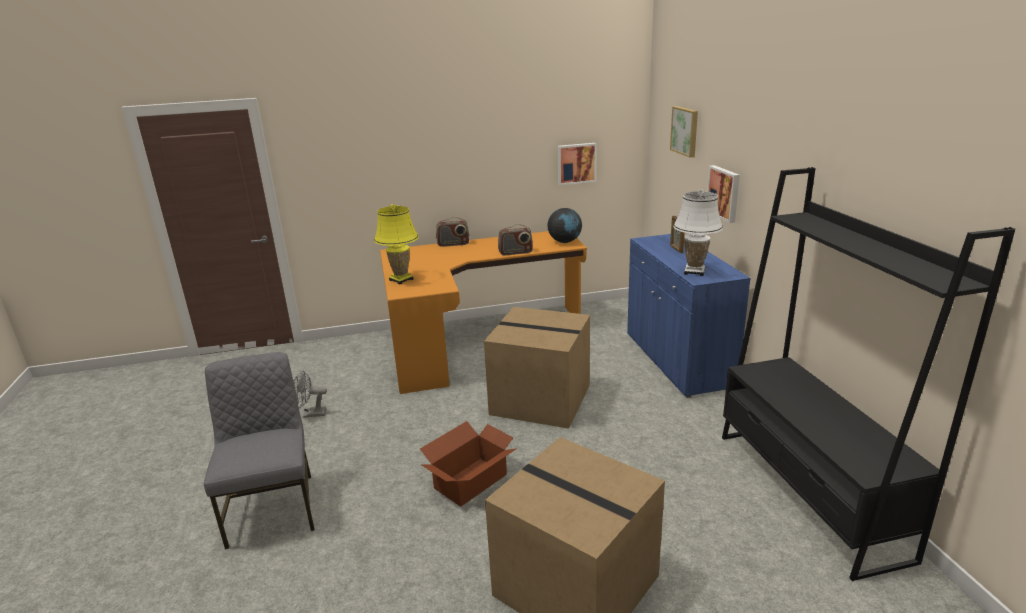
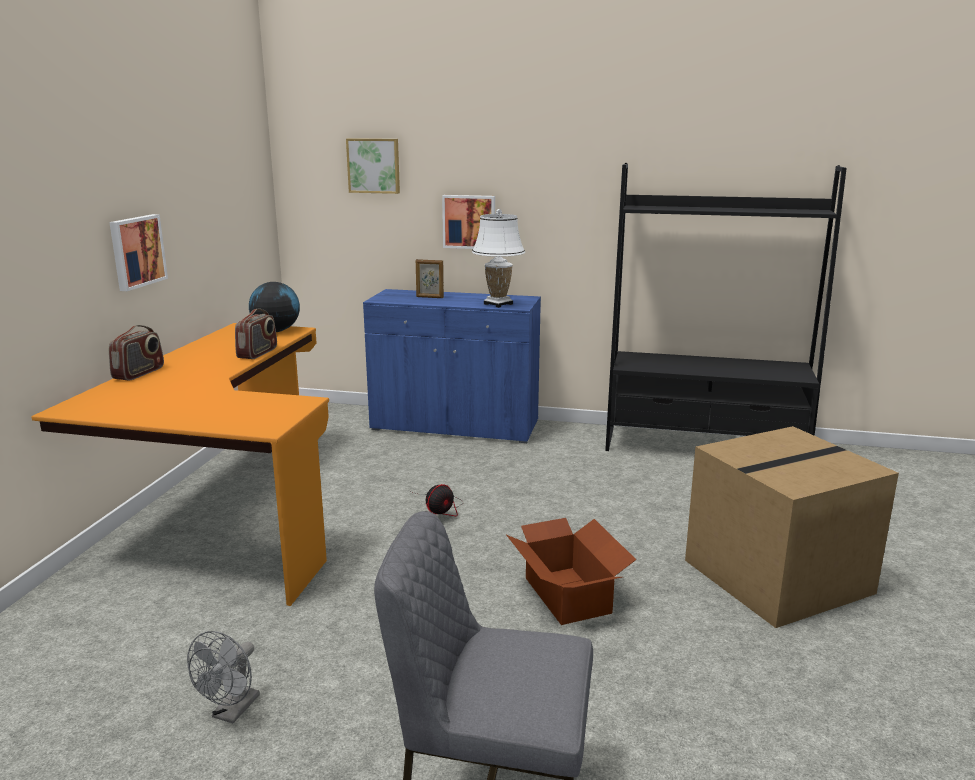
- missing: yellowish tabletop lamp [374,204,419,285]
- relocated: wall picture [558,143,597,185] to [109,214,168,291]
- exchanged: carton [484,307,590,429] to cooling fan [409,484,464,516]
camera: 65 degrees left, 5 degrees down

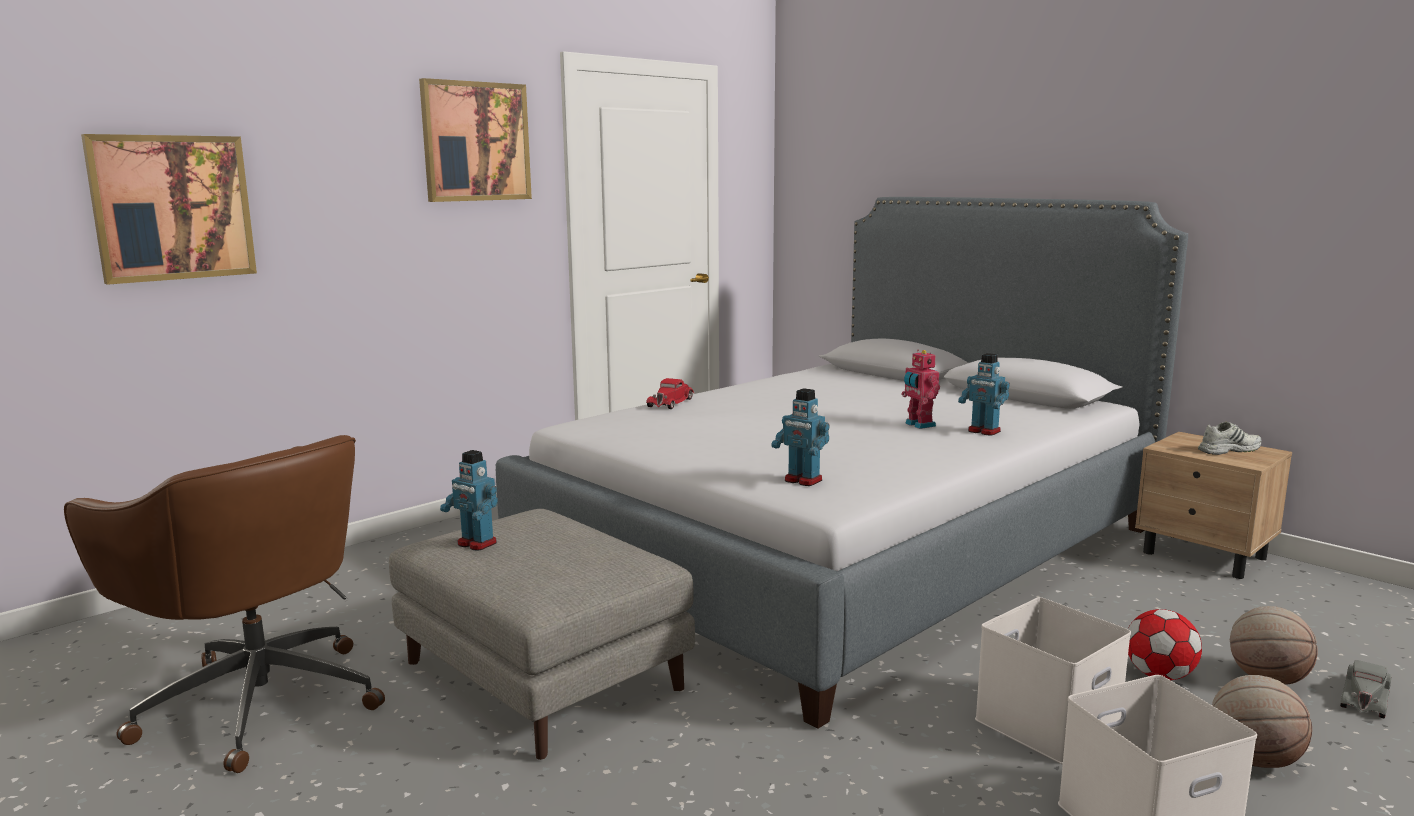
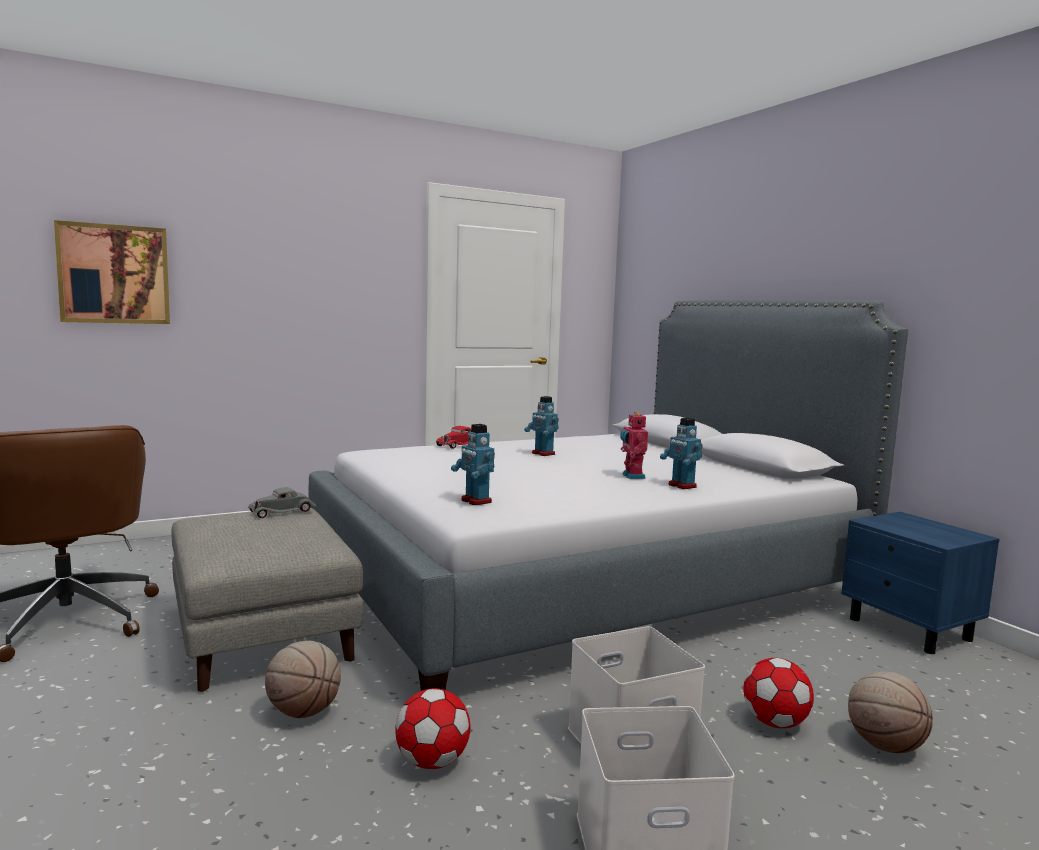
- missing: wall picture [419,78,532,202]
- missing: white low shoe [1198,422,1261,455]
- appeared: football [395,688,470,769]
- relocated: robot figure [440,450,498,551] to [524,396,559,456]
- relocated: ball for basketball [1212,675,1312,768] to [265,641,341,718]
- relocated: greyish model car [1340,660,1392,718] to [248,487,316,518]
- colour: beige-coloured nightstand [1135,432,1292,579] to bluish nightstand [841,512,1000,654]
camera: 15 degrees right, 5 degrees down

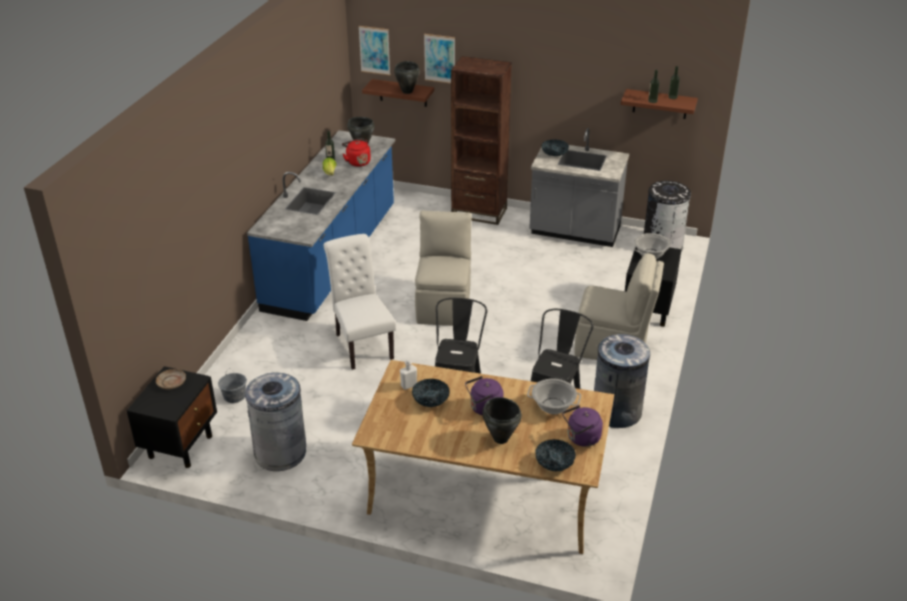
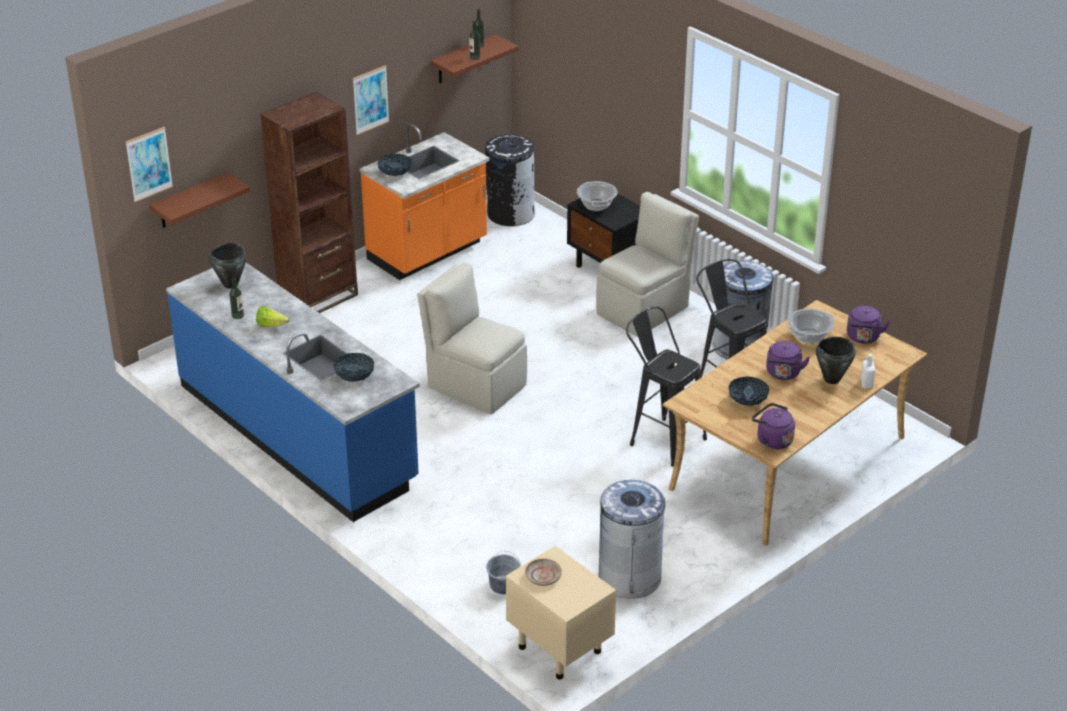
- missing: white chair [324,234,396,370]
- missing: red tea kettle [342,138,371,167]
- missing: blackish stockpot [394,61,420,94]
- appeared: purplish tea kettle [752,403,795,449]
- relocated: white drink bottle [400,359,417,390] to [861,354,875,388]
- relocated: wall picture [424,34,455,84] to [353,65,389,135]
- relocated: bowl [535,439,576,471] to [333,353,374,382]
- colour: blackish nightstand [126,366,217,468] to beige-coloured nightstand [506,546,616,680]
- colour: greyish kitchen base unit [529,128,629,247] to orangey kitchen base unit [360,124,490,280]
camera: 60 degrees left, 0 degrees up

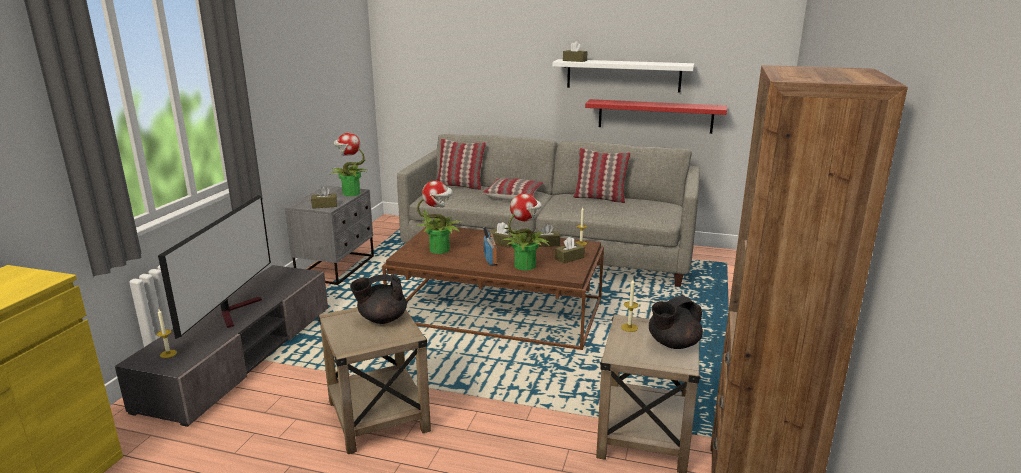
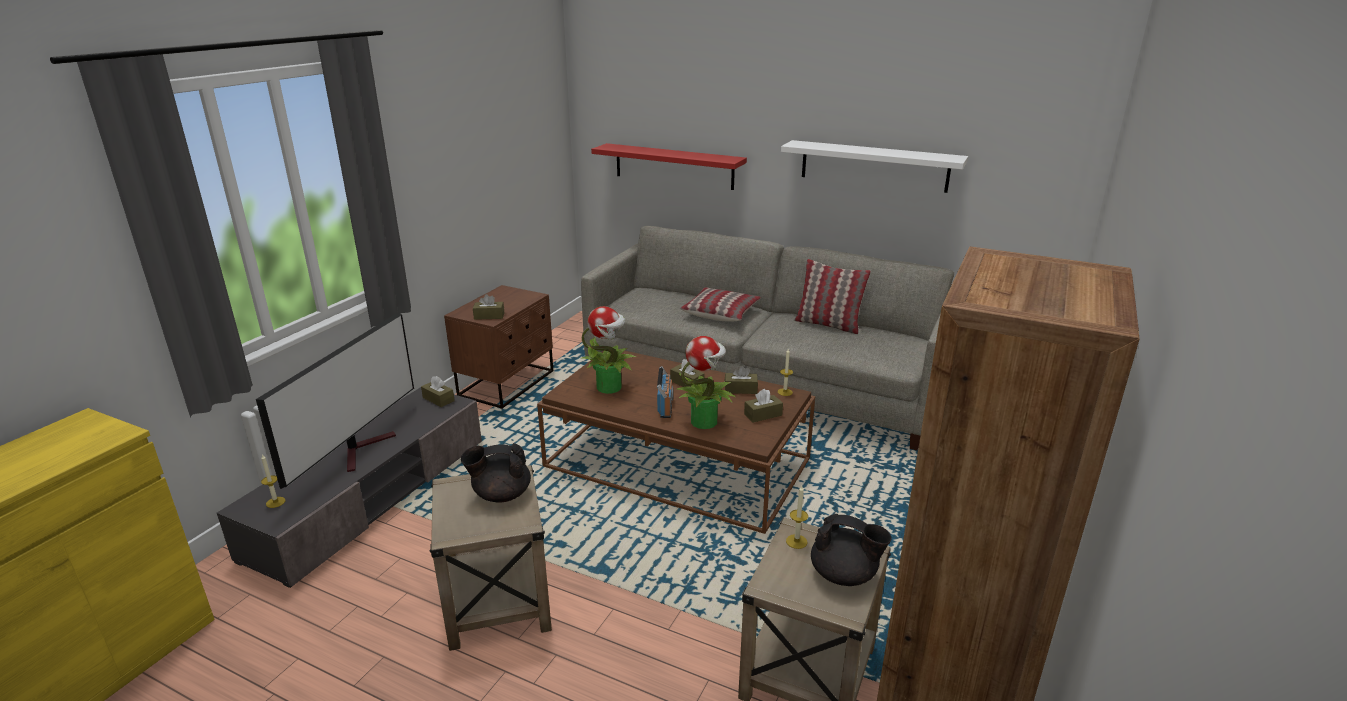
- missing: potted plant [329,133,369,196]
- missing: throw pillow [437,139,486,190]
- relocated: brownish box of tissues [563,42,588,62] to [421,376,455,407]
- relocated: red shelf [585,99,727,134] to [591,143,747,190]
- colour: greyish nightstand [285,186,374,285] to brownish nightstand [444,285,553,409]
- spun: blackish pot for tea [649,295,703,349] = [811,514,891,586] 135 degrees counterclockwise
camera: 10 degrees right, 5 degrees up

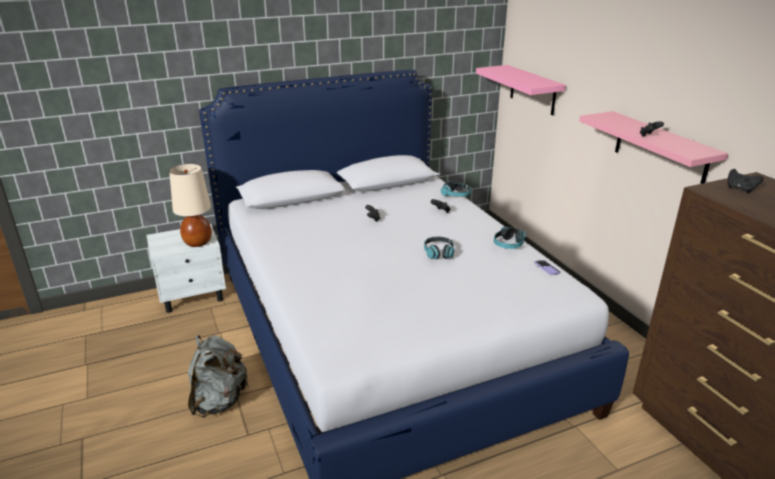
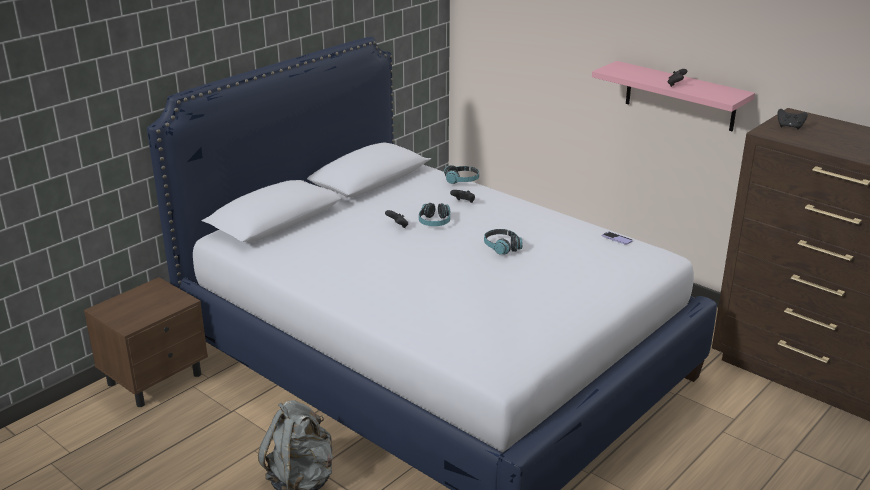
- missing: beige-coloured tabletop lamp [169,164,212,247]
- missing: pink-coloured shelf [476,65,566,115]
- relocated: headphones [494,227,526,249] to [419,203,450,226]
- colour: white nightstand [146,224,226,313] to brownish nightstand [84,277,208,407]
camera: 25 degrees left, 0 degrees up

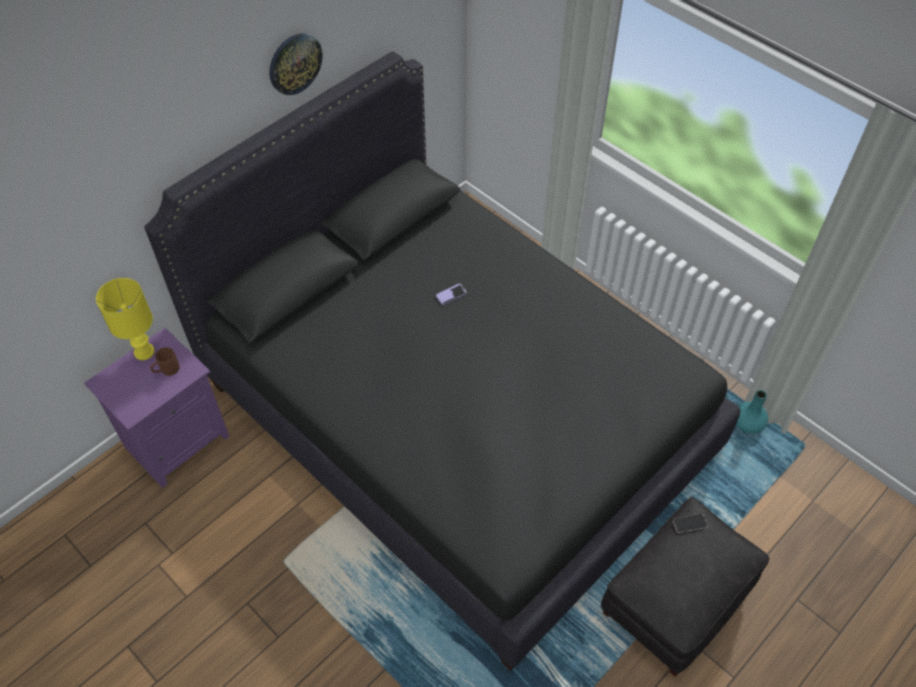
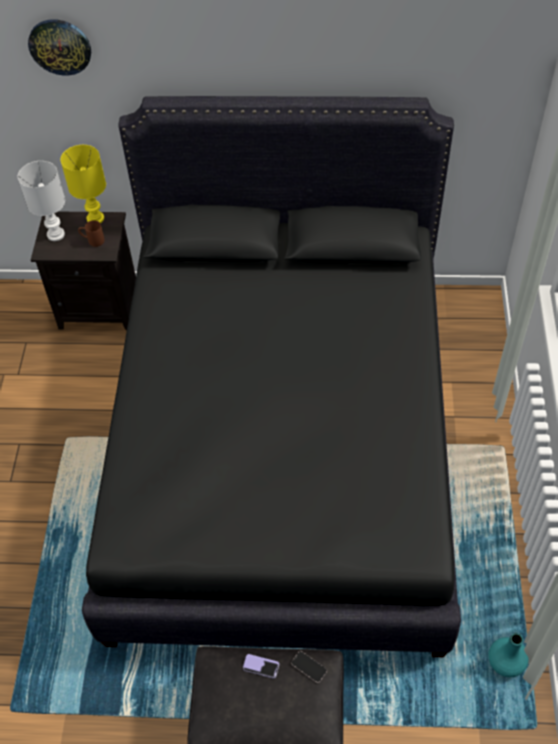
- appeared: white tabletop lamp [18,161,65,241]
- relocated: clock on the wall [269,33,323,95] to [28,19,91,76]
- relocated: handset [436,284,467,305] to [243,654,279,679]
- colour: purplish nightstand [84,328,230,488] to blackish nightstand [31,212,136,330]
camera: 50 degrees right, 0 degrees up

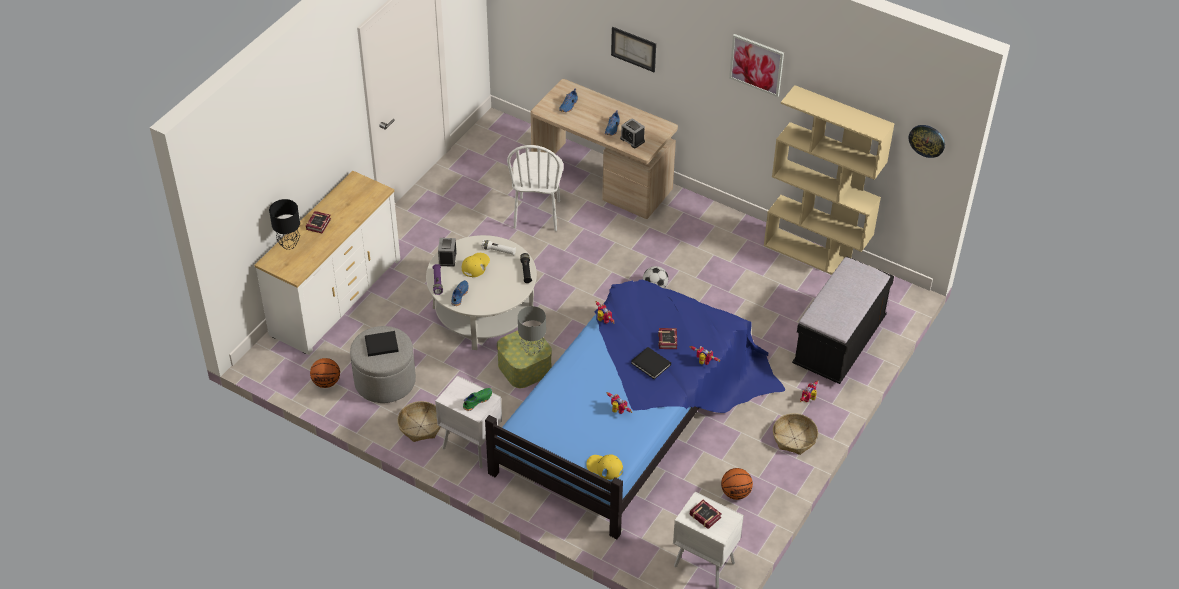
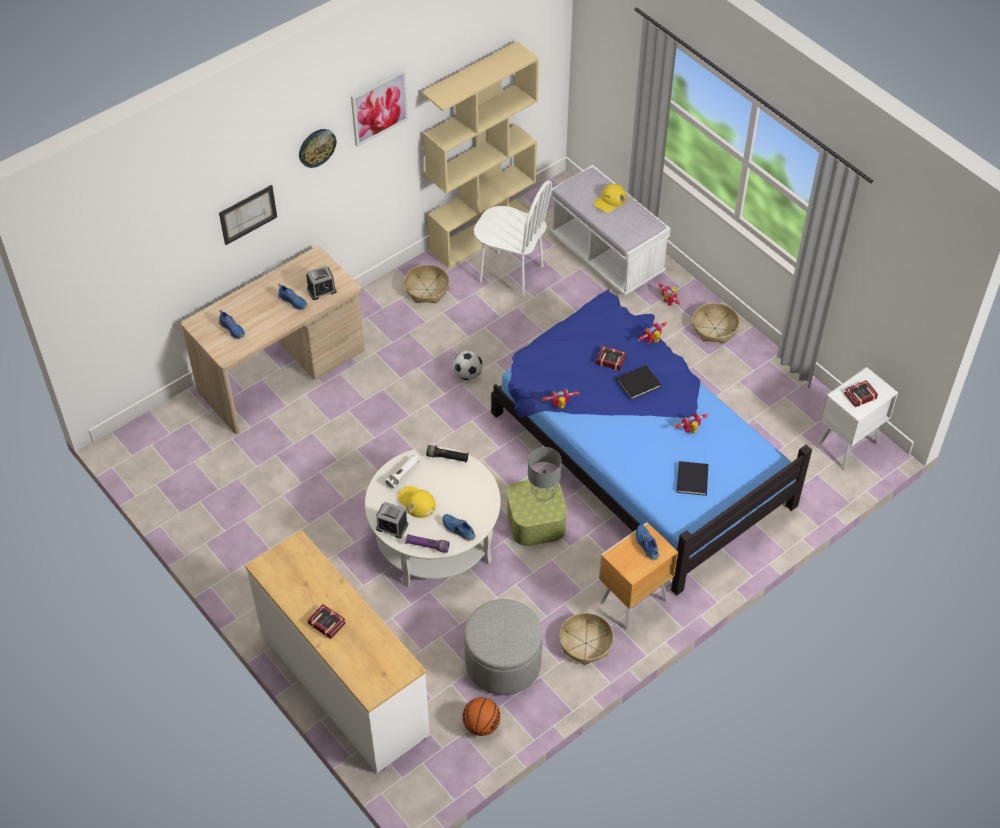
- missing: blackish tabletop lamp [269,199,300,250]
- missing: ball for basketball [721,468,753,500]
- appeared: storage basket [404,264,450,303]
- relocated: blackish bound book [365,331,399,357] to [677,461,708,496]
- relocated: white chair [507,145,564,232] to [474,180,552,299]
- relocated: yellowish cap [586,455,623,480] to [594,184,627,212]
- relocated: clock on the wall [908,125,945,158] to [299,129,336,168]
- colour: white nightstand [435,376,502,468] to brownish nightstand [599,522,678,629]
- colour: green-coloured low shoe [463,388,492,411] to bluish low shoe [635,525,659,560]
- colour: blackish long seat [792,257,894,384] to white long seat [550,165,671,296]
camera: 70 degrees left, 5 degrees up

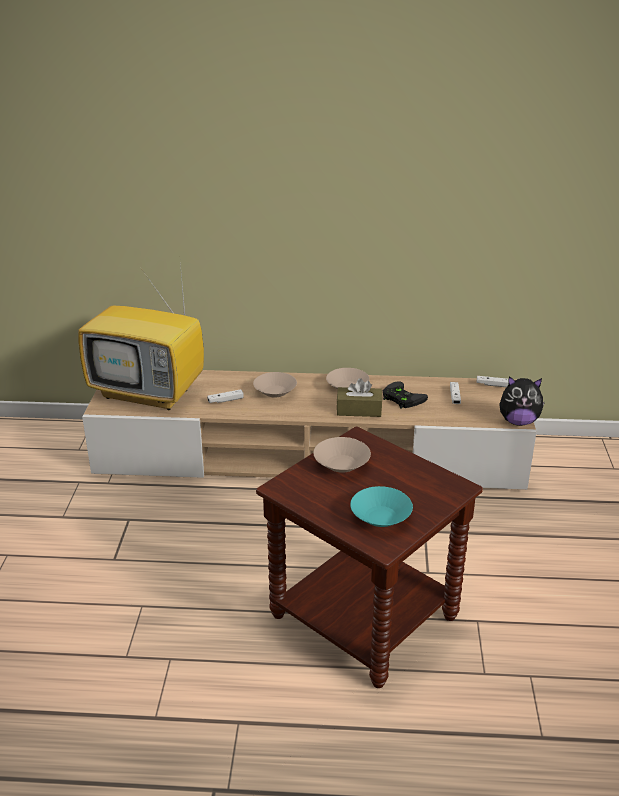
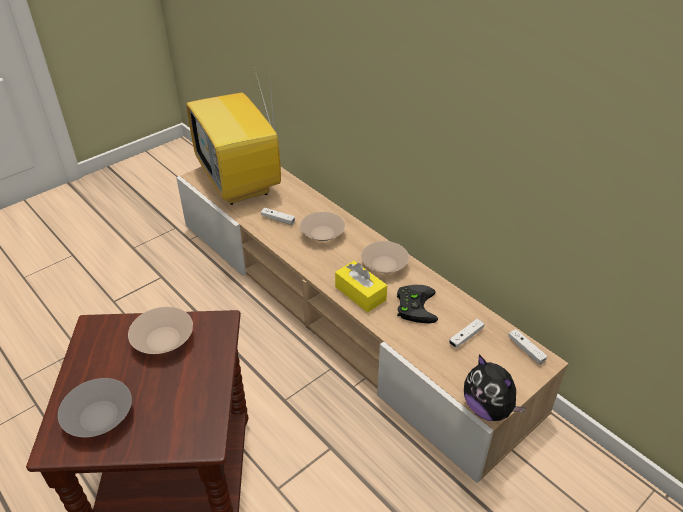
- colour: brownish box of tissues [337,378,382,417] to yellowish box of tissues [335,261,387,312]
- colour: blue-green bowl [350,486,413,527] to greyish bowl [58,378,132,437]
camera: 45 degrees right, 10 degrees up

